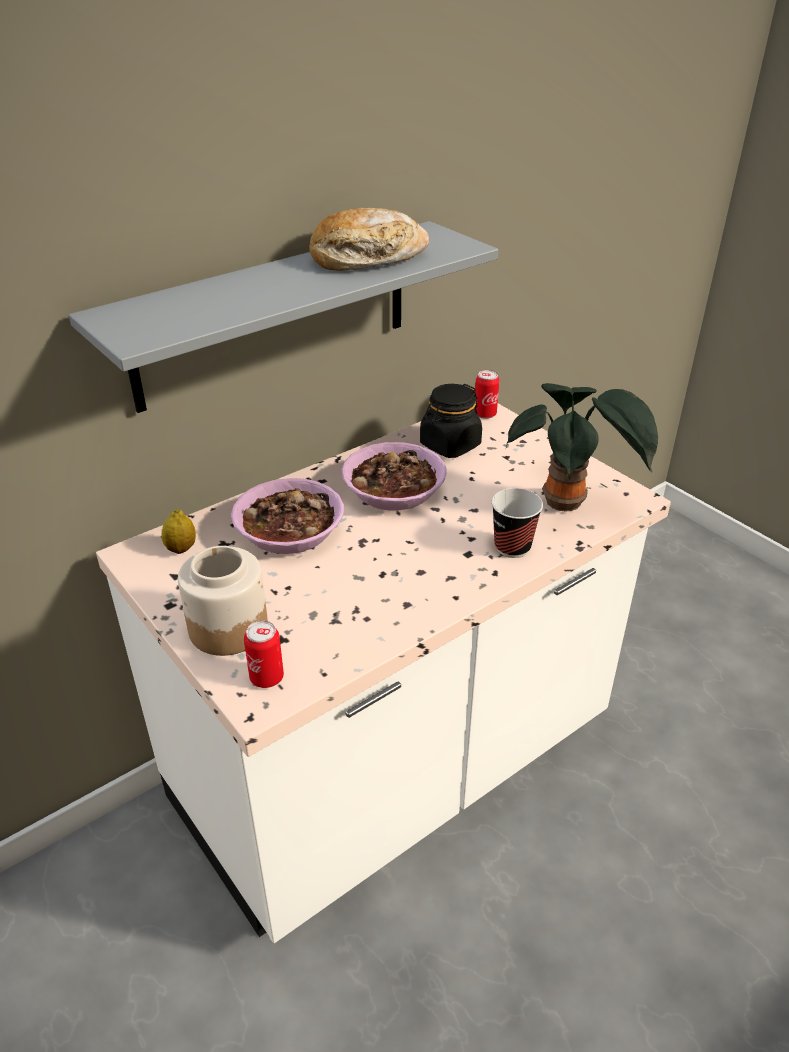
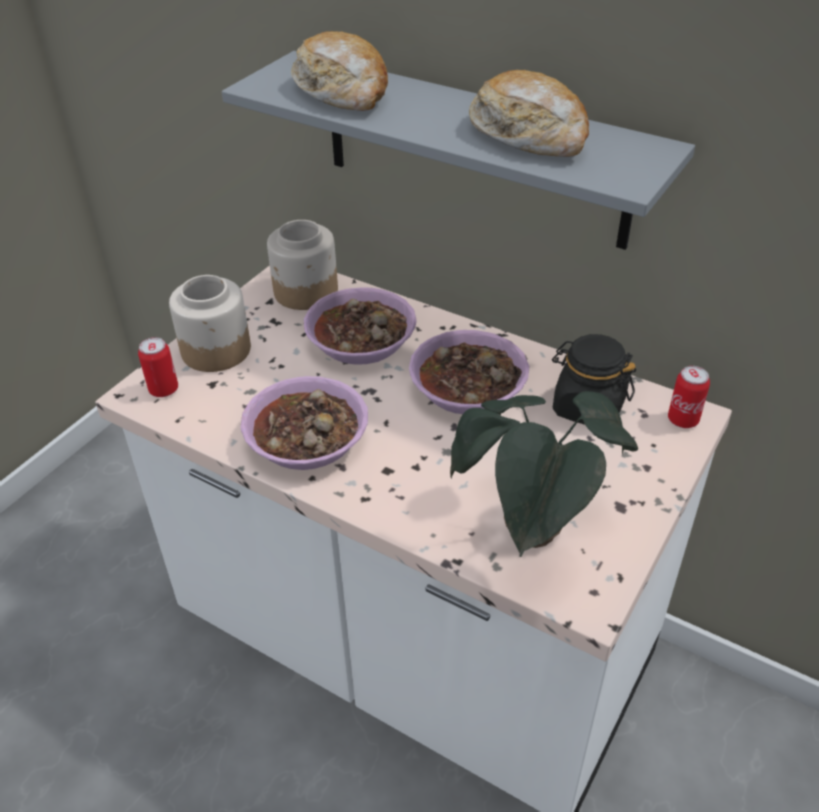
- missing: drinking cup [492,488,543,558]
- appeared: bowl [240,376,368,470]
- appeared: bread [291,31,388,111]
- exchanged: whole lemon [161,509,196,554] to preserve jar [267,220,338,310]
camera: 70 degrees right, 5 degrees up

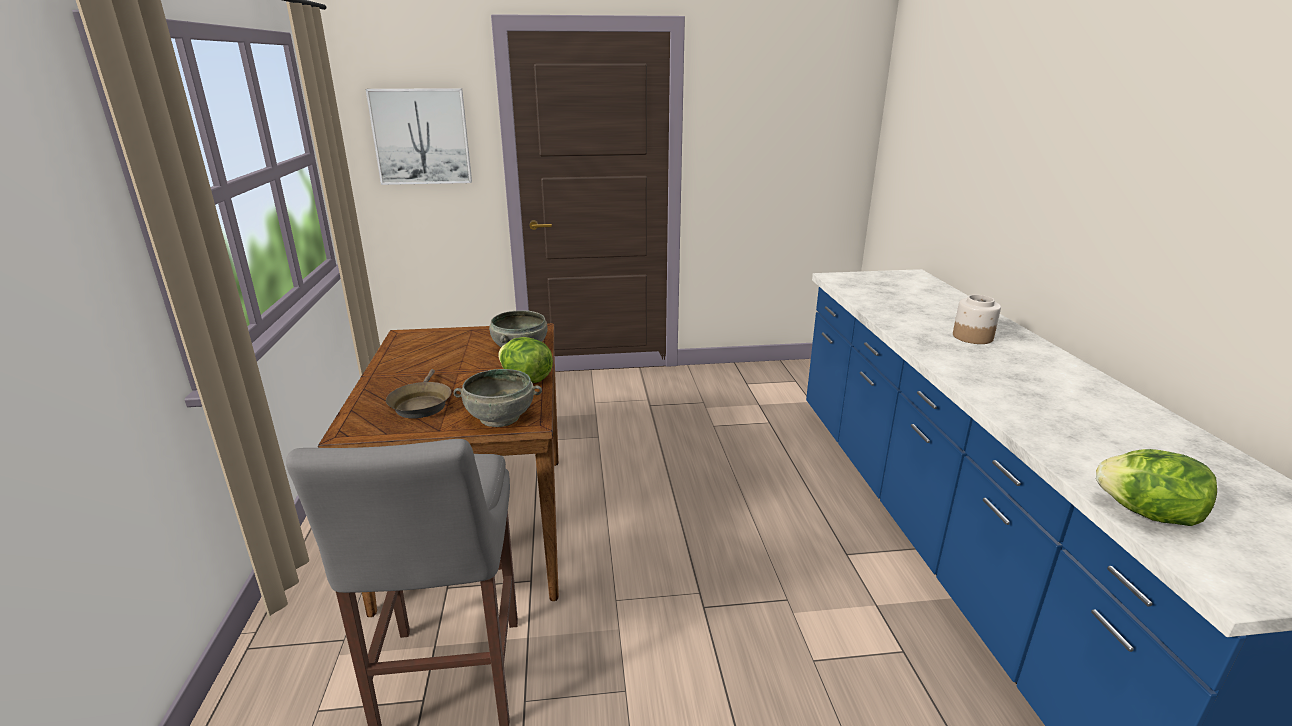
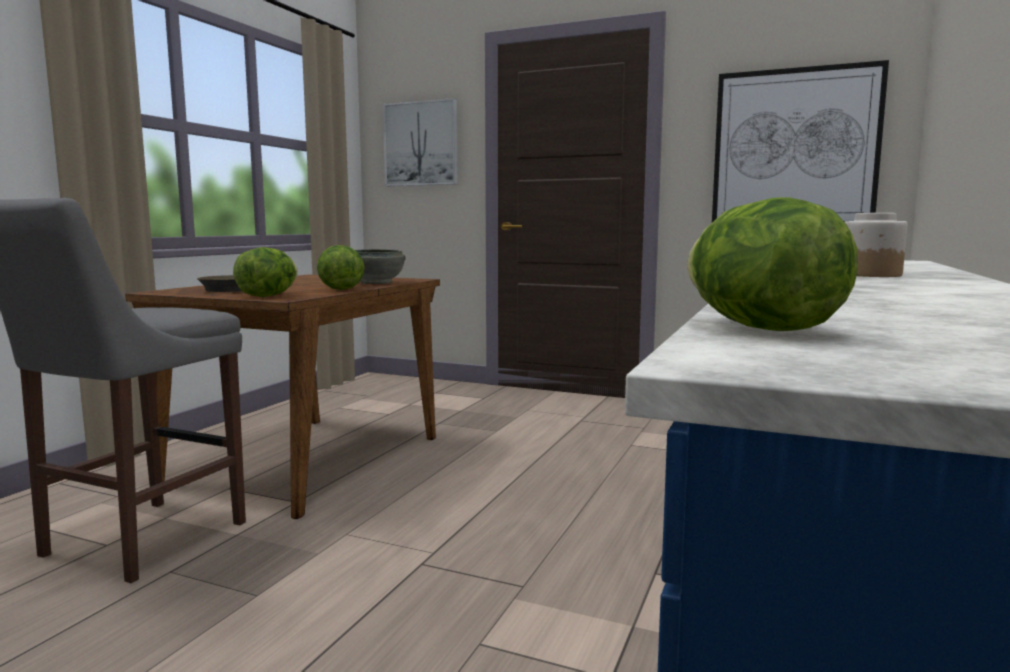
- appeared: wall picture [712,60,889,222]
- exchanged: greyish bowl [453,369,542,427] to lettuce [233,247,298,297]
camera: 30 degrees right, 15 degrees down

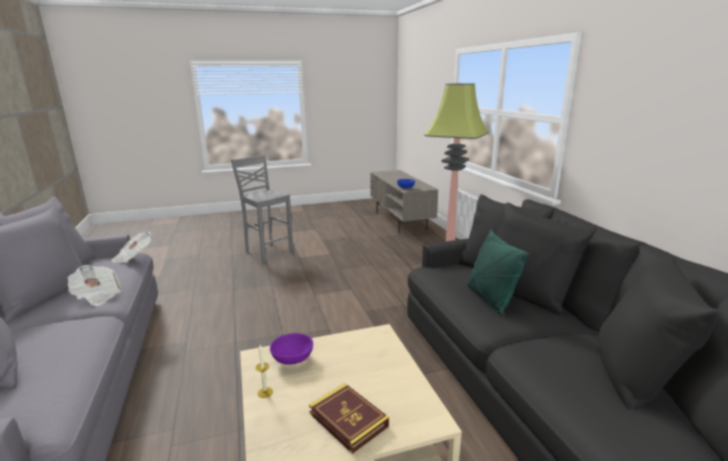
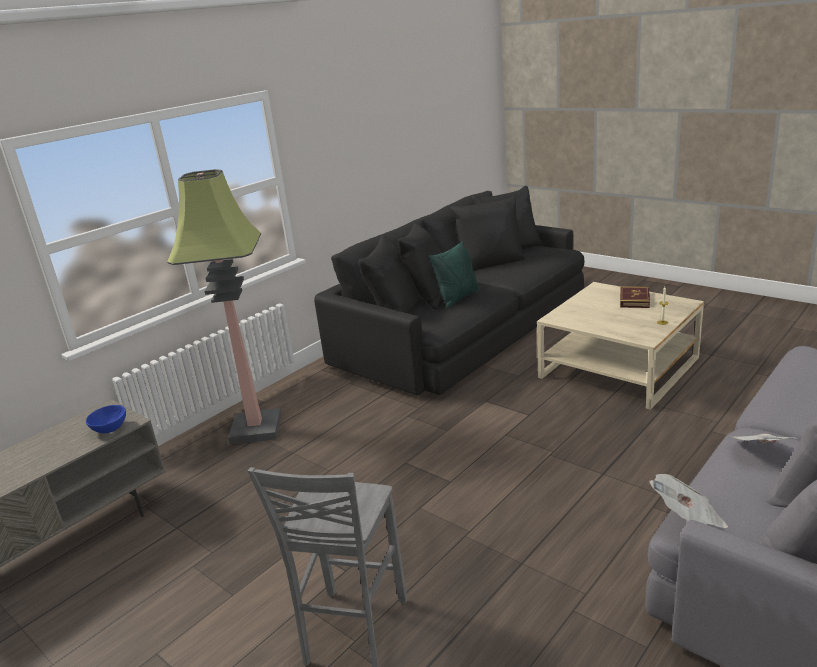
- missing: purplish bowl [270,333,313,365]
camera: 120 degrees left, 5 degrees up

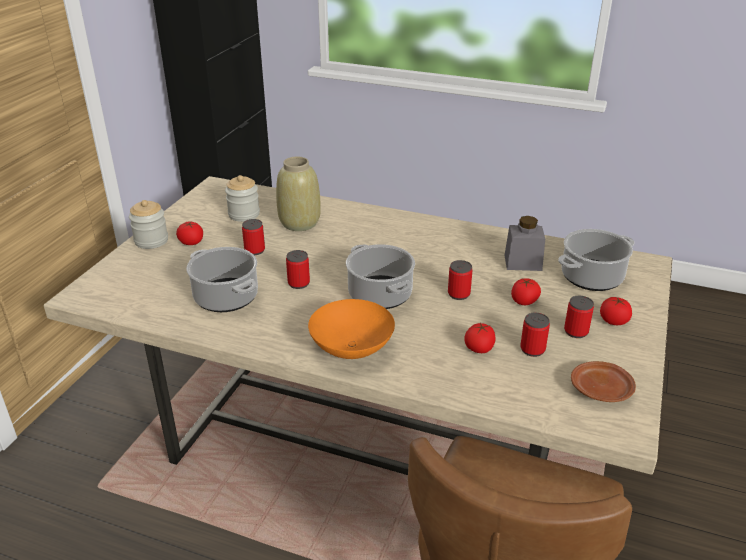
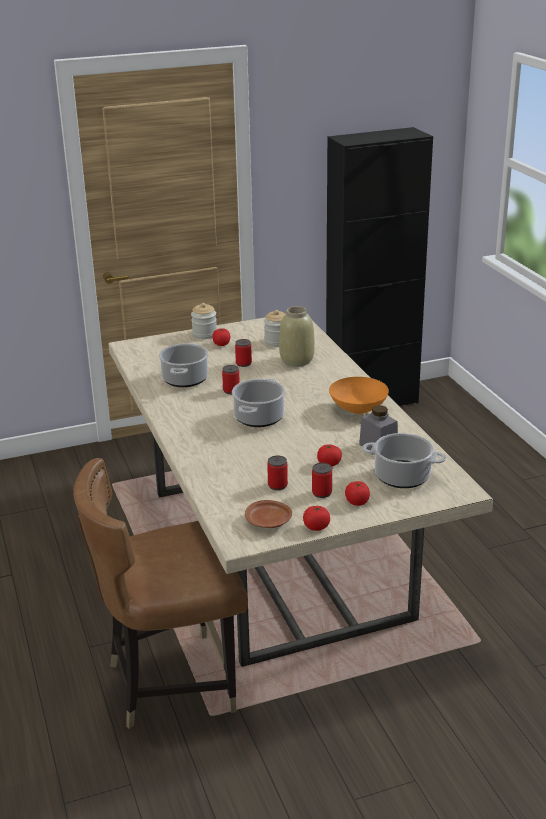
- missing: metal can [448,260,472,300]
- relocated: orangey bowl [308,299,395,359] to [329,377,389,414]
- relocated: whole tomato [464,323,496,353] to [303,506,330,531]
camera: 50 degrees right, 5 degrees down

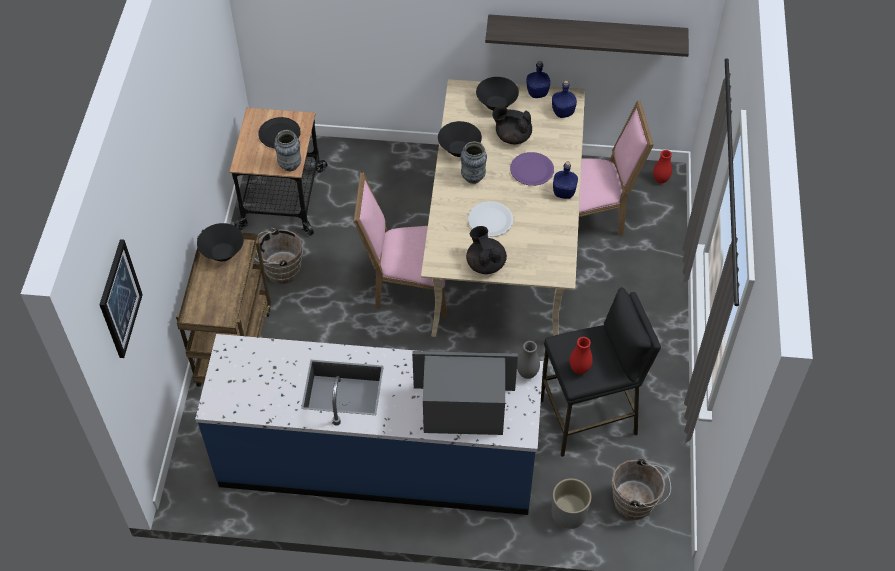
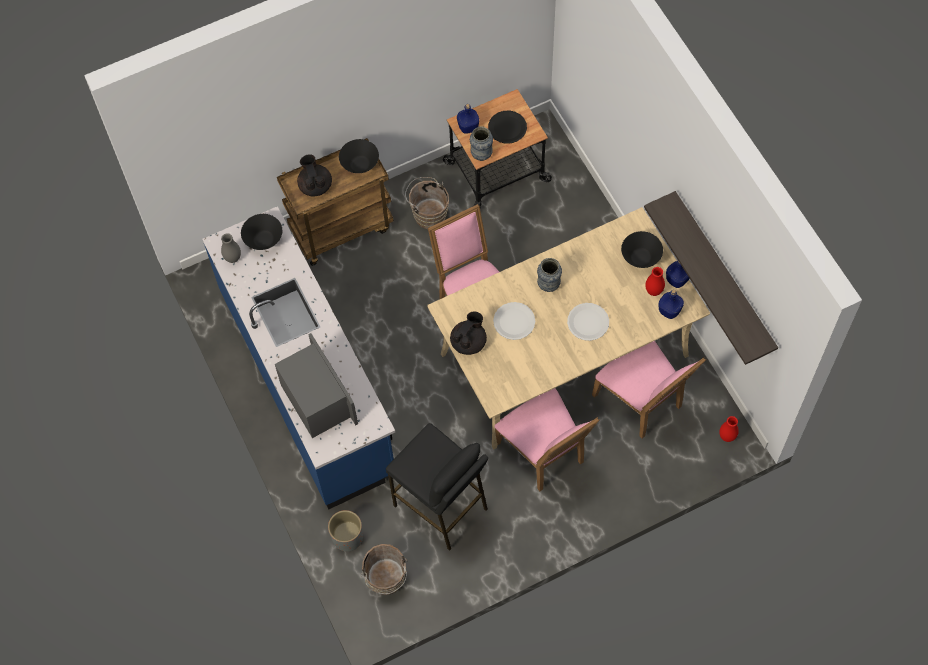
- missing: wall picture [99,239,143,358]
- appeared: pink-coloured chair [494,388,600,491]
- relocated: blackish bowl [438,121,482,157] to [241,214,282,250]
- relocated: blackish pot for tea [492,106,532,144] to [297,154,332,196]
- relocated: greyish vase [517,341,540,379] to [221,233,241,263]
- relocated: bluish drink bottle [553,162,578,199] to [457,104,479,134]
- relocated: red vase [570,337,593,374] to [645,267,665,296]
- colour: purplish flat dish [510,152,554,186] to white flat dish [567,303,609,341]
camera: 60 degrees right, 10 degrees up

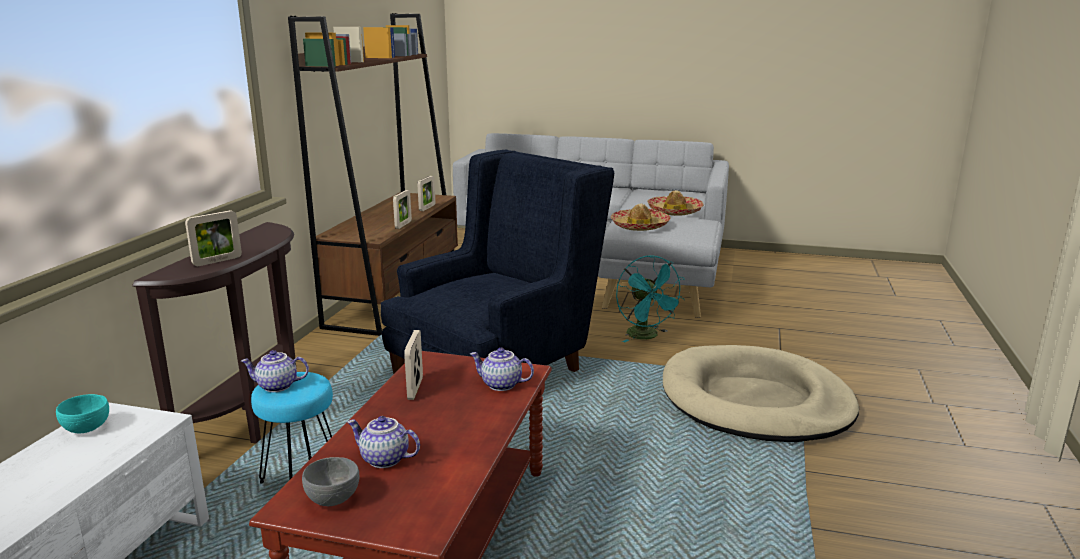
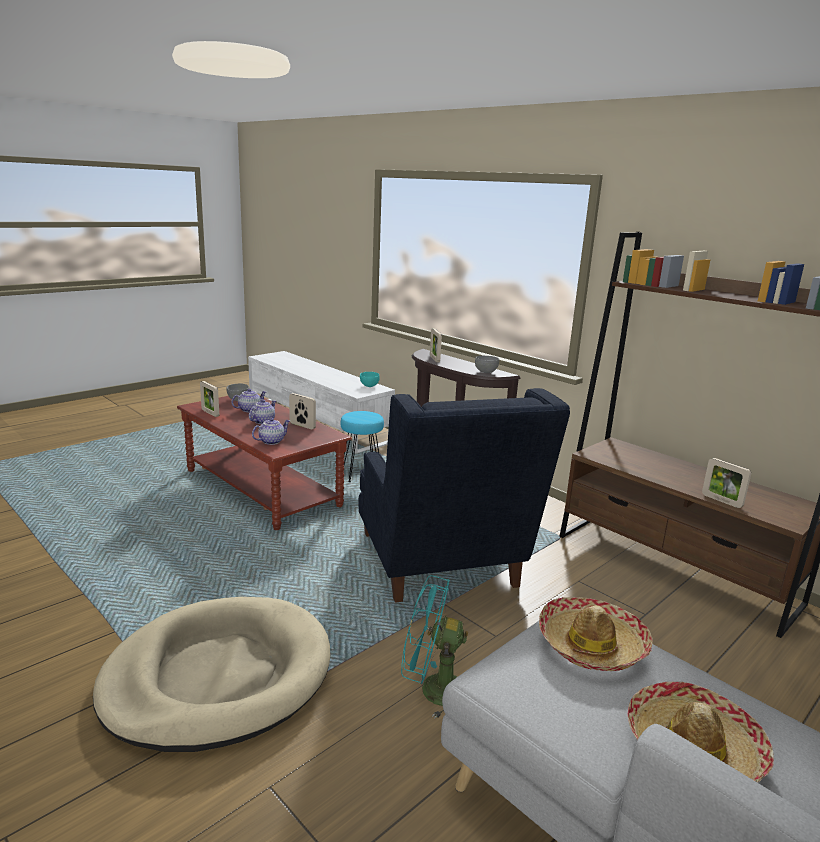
- appeared: greyish bowl [475,356,499,373]
- relocated: pot for tea [241,350,309,392] to [249,399,276,424]
- relocated: standing frame [393,190,412,229] to [200,381,219,417]
camera: 120 degrees right, 0 degrees up

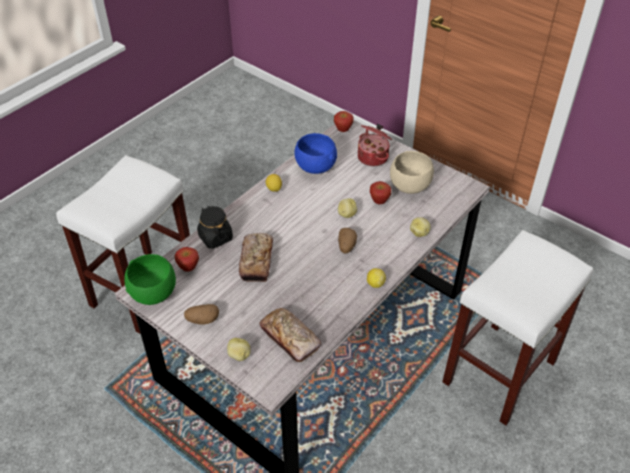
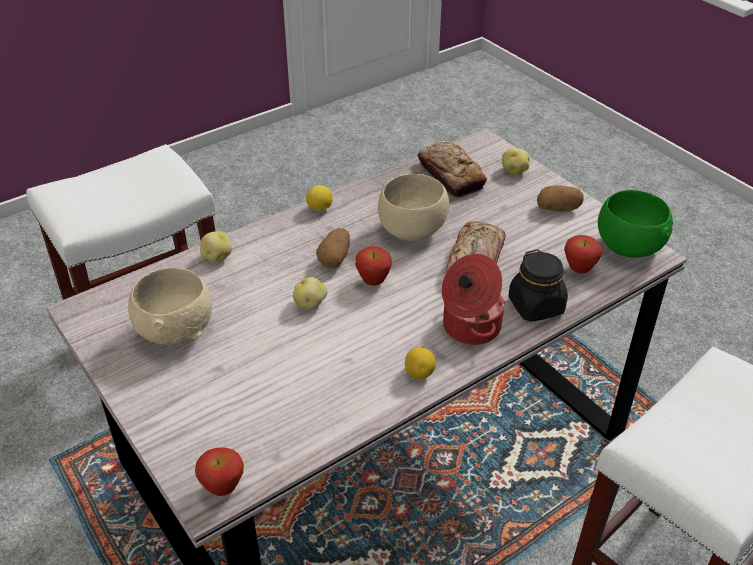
- missing: bluish bowl [295,133,337,174]
- appeared: beige-coloured bowl [378,174,449,241]
- relocated: stockpot [358,124,393,166] to [442,254,505,345]
- relocated: whole apple [370,181,391,204] to [356,246,392,286]
camera: 165 degrees left, 5 degrees down

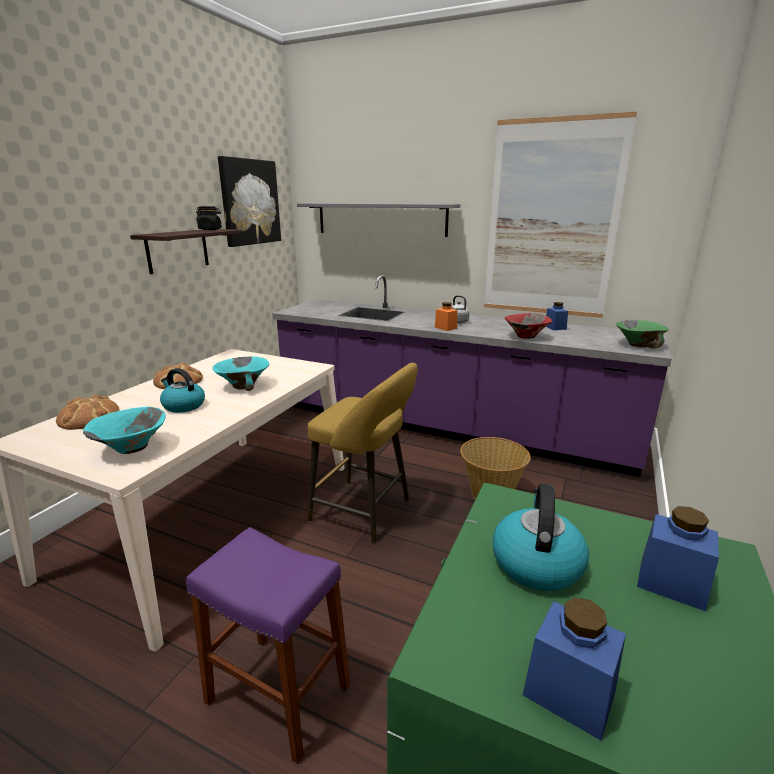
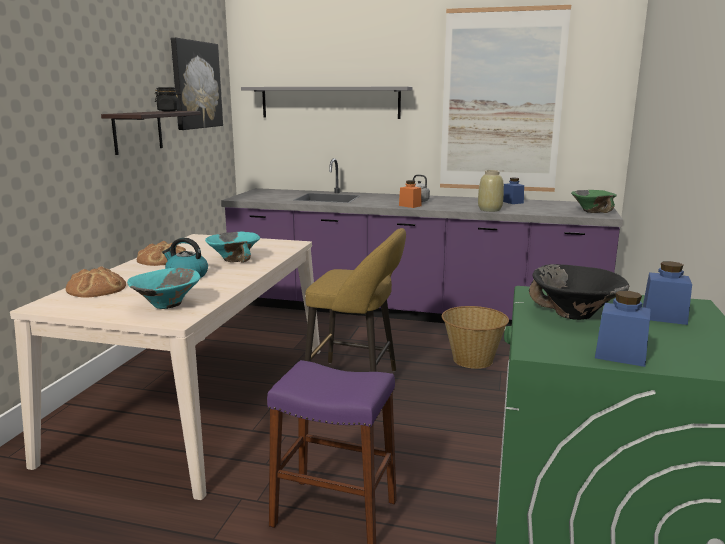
- exchanged: tea kettle [492,483,589,591] to blackish bowl [529,264,629,320]
- exchanged: red bowl [504,313,552,339] to beige-coloured vase [478,170,504,212]
camera: 10 degrees left, 5 degrees down

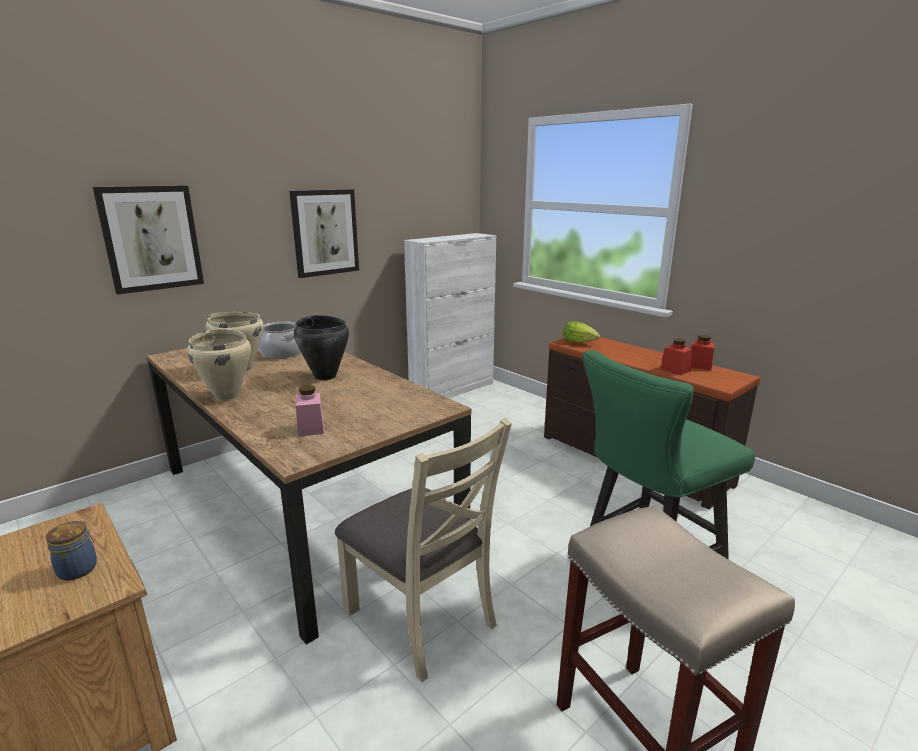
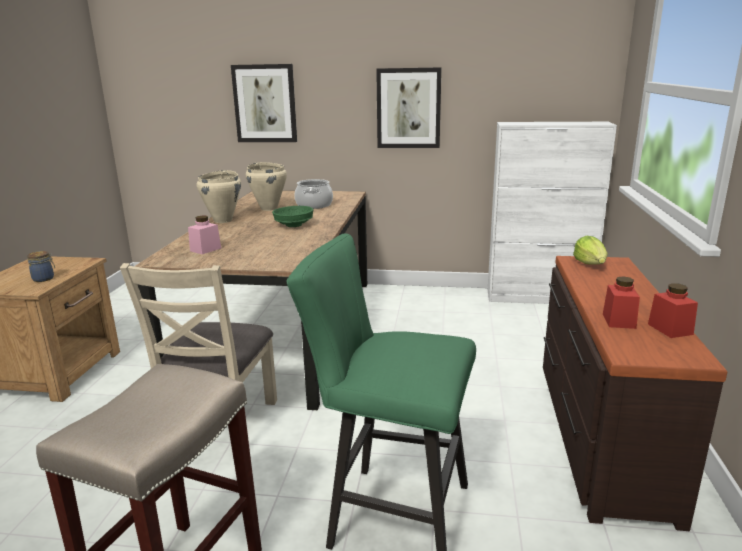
- exchanged: blackish stockpot [294,315,349,380] to green-coloured bowl [272,206,313,227]
camera: 50 degrees right, 0 degrees up

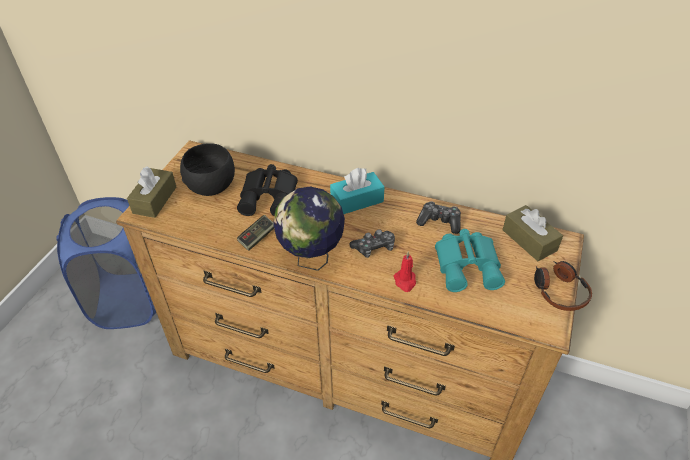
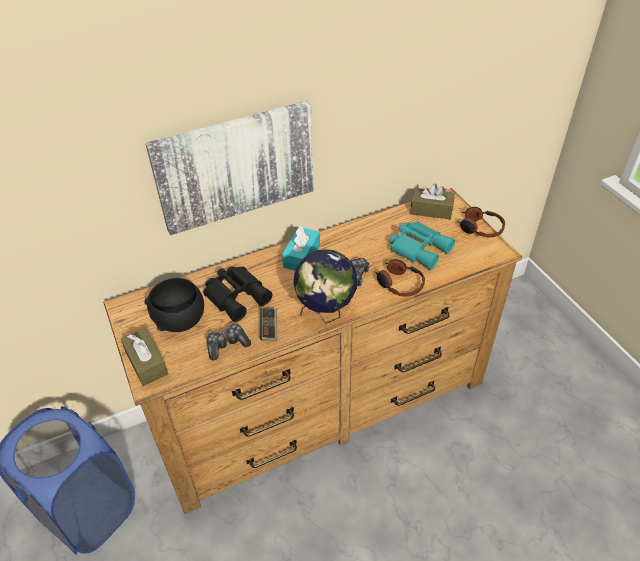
- appeared: wall picture [145,101,314,235]
- relocated: joypad [416,201,461,234] to [206,323,251,360]
- exchanged: red wax light [394,251,416,292] to headphones [375,259,425,297]
camera: 45 degrees left, 0 degrees up

